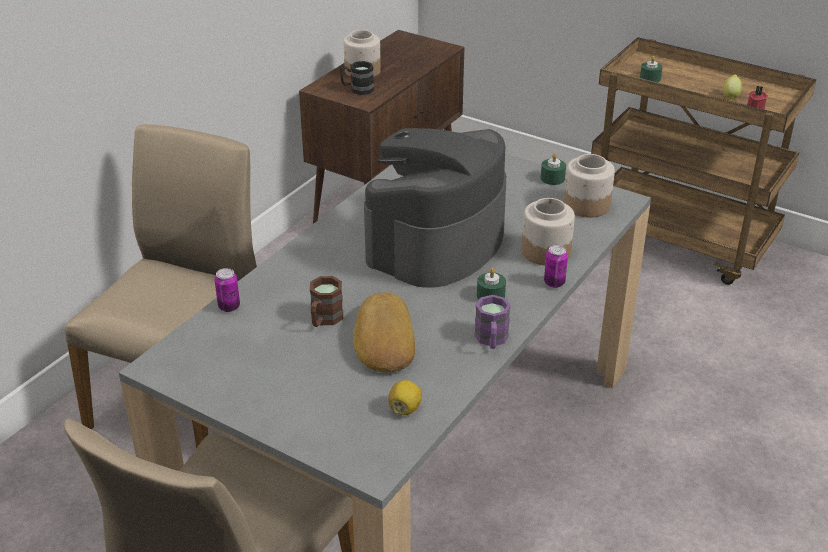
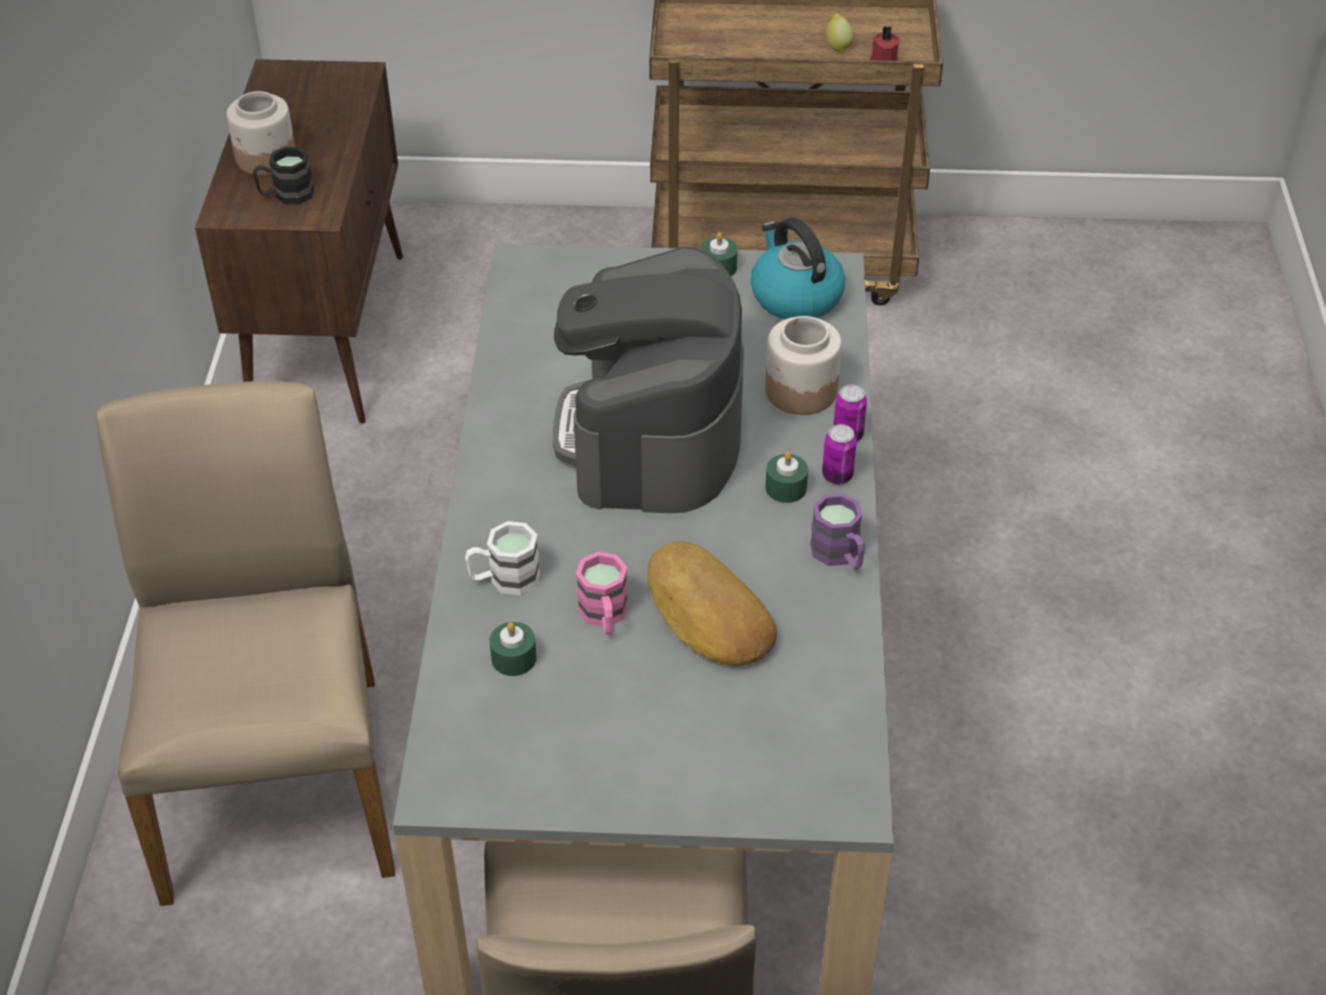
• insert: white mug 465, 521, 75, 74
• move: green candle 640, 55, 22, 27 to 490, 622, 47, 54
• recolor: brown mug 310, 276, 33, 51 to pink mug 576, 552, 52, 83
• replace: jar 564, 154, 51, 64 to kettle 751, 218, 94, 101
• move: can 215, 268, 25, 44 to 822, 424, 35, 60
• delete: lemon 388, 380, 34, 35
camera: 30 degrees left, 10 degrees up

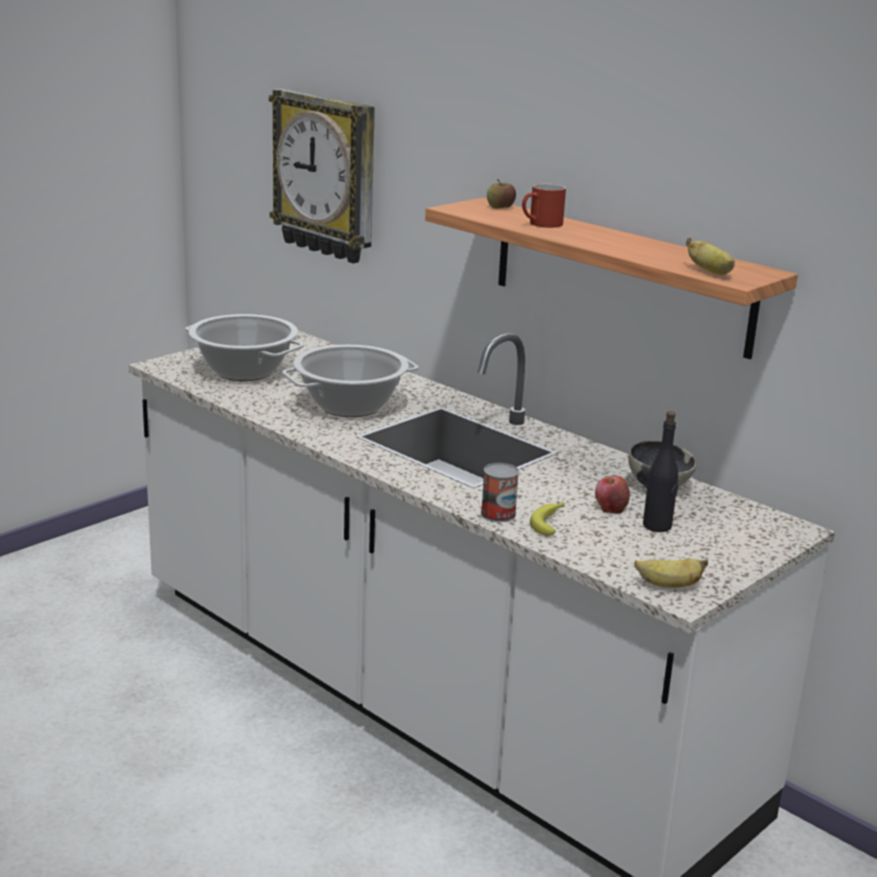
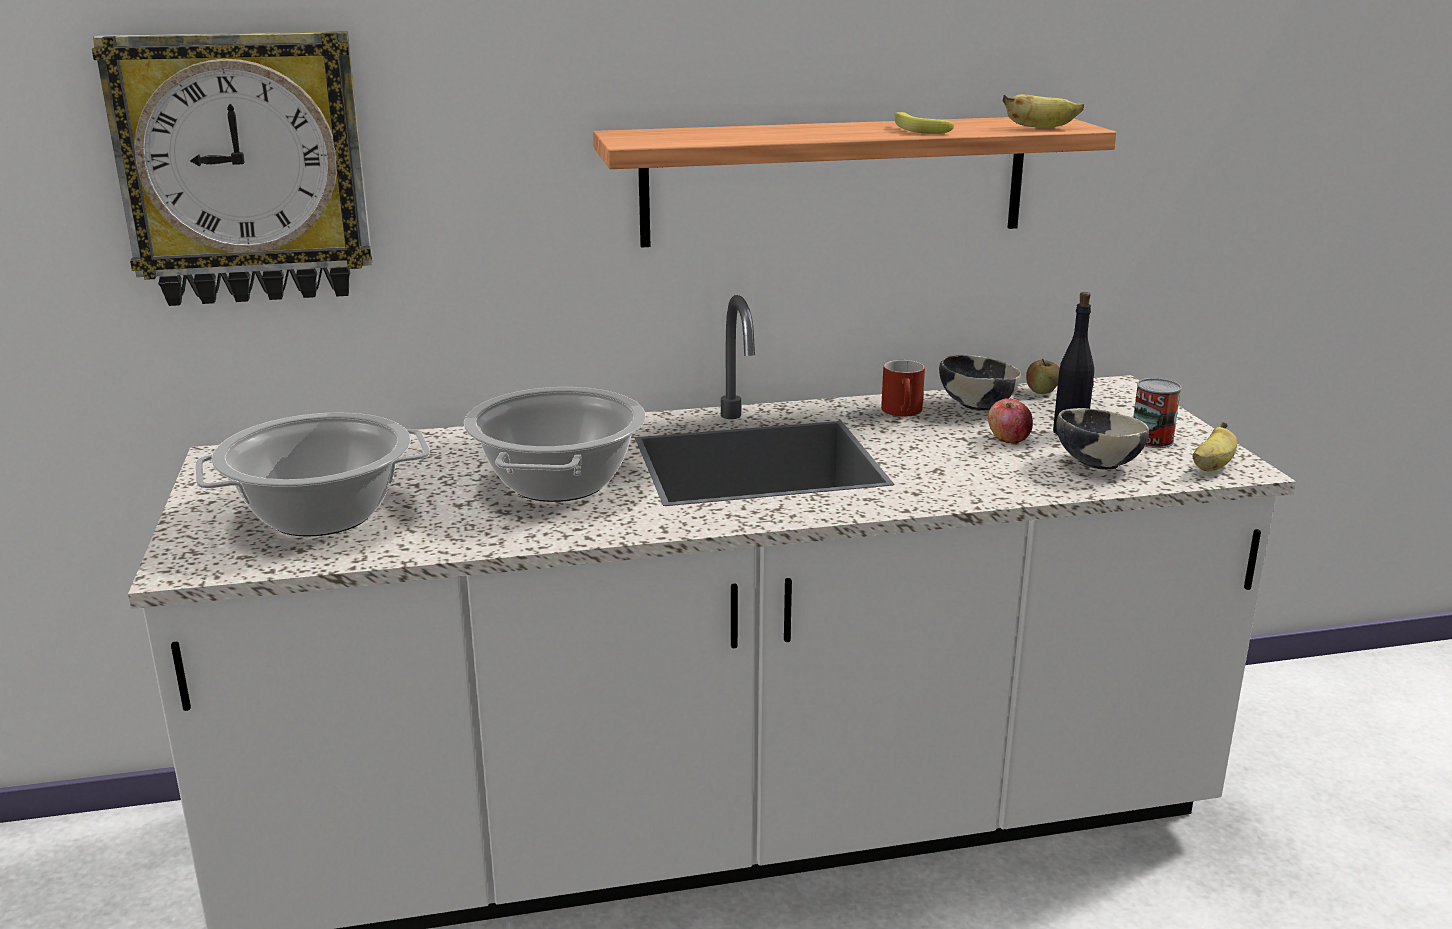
• move: red mug 522, 183, 44, 45 to 881, 360, 44, 57
• move: banana 530, 503, 35, 33 to 894, 112, 60, 22
• move: apple 487, 179, 29, 30 to 1026, 359, 34, 35
• insert: bowl 1057, 408, 92, 62
• move: can 481, 463, 38, 59 to 1133, 378, 49, 70
camera: 55 degrees left, 0 degrees up

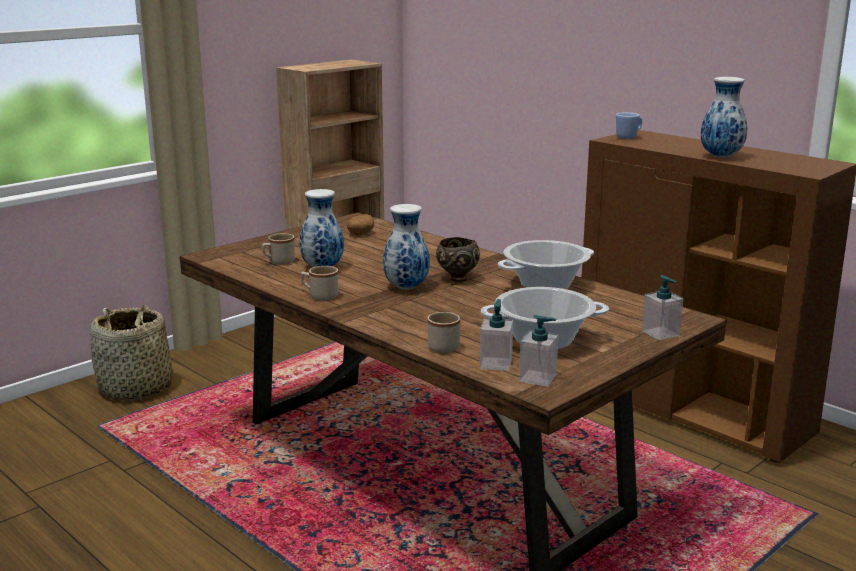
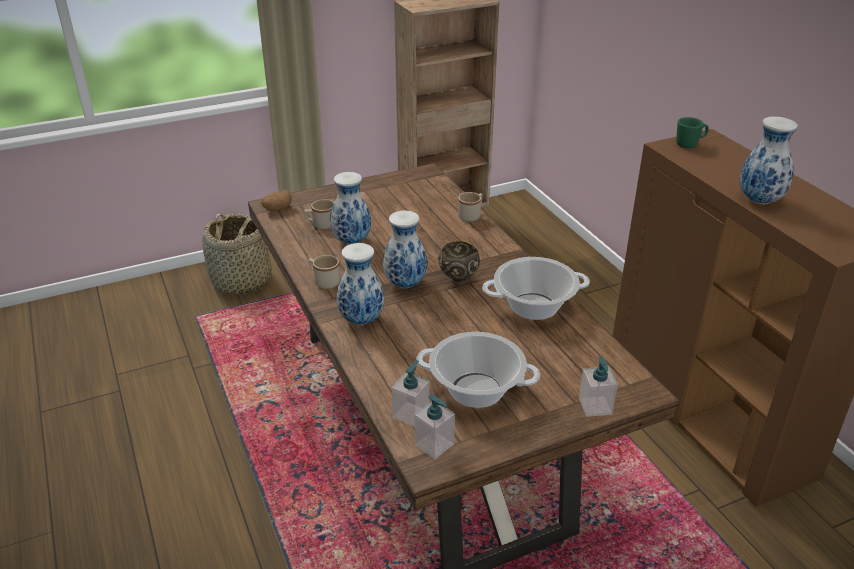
• move: potato 347, 214, 27, 21 to 261, 190, 31, 21
• insert: vase 337, 243, 47, 82
• move: beige mug 427, 312, 33, 41 to 458, 192, 24, 30
• recolor: blue mug 616, 112, 26, 27 to green mug 676, 117, 33, 31
camera: 20 degrees right, 15 degrees up

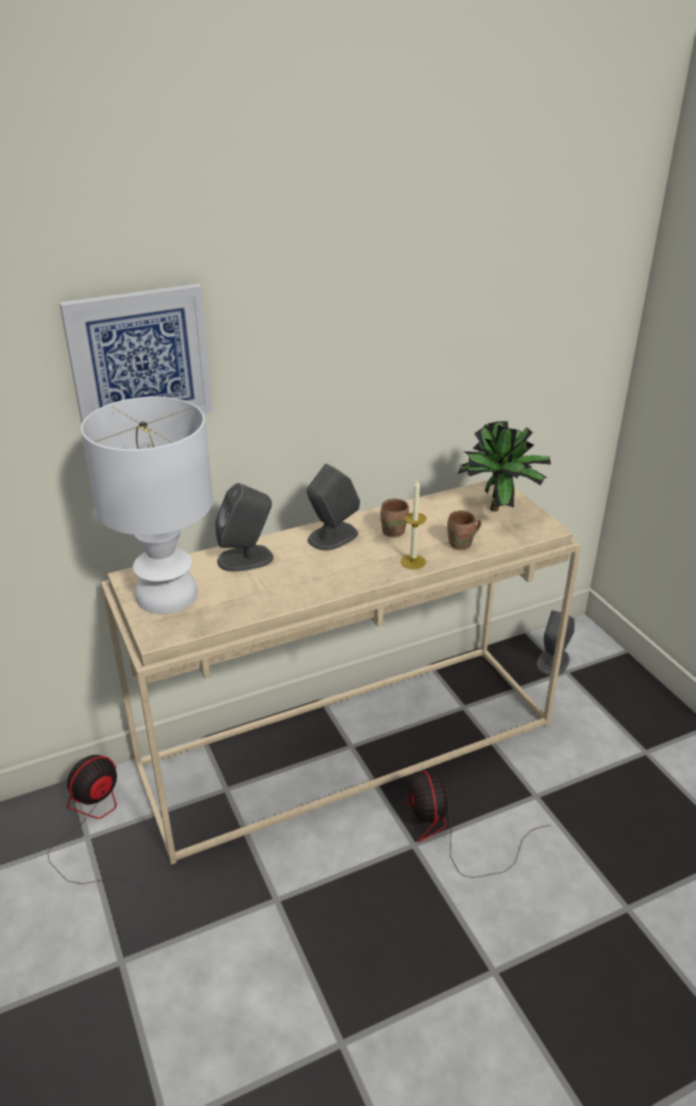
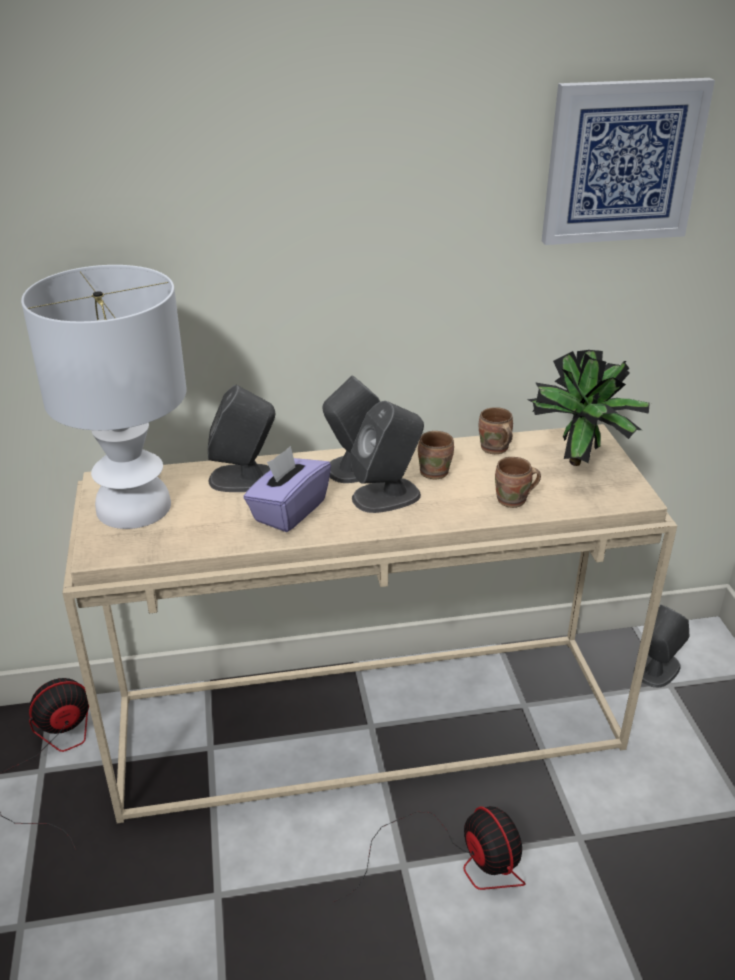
• insert: purple tissue box 243, 446, 88, 86
• rotate: fan 405, 770, 145, 108 = 333, 806, 192, 96 150 degrees clockwise
• insert: grey speaker 351, 401, 73, 112
• insert: brown mug 479, 407, 34, 47
• move: picture 59, 283, 154, 140 to 542, 78, 173, 167
• delete: candle 401, 480, 26, 89
camera: 15 degrees right, 0 degrees up

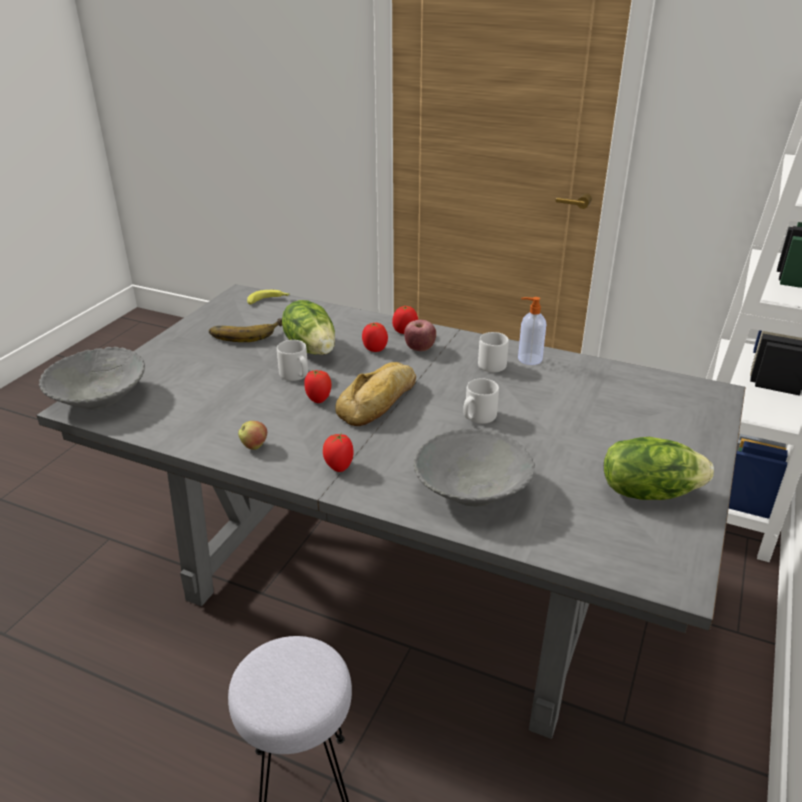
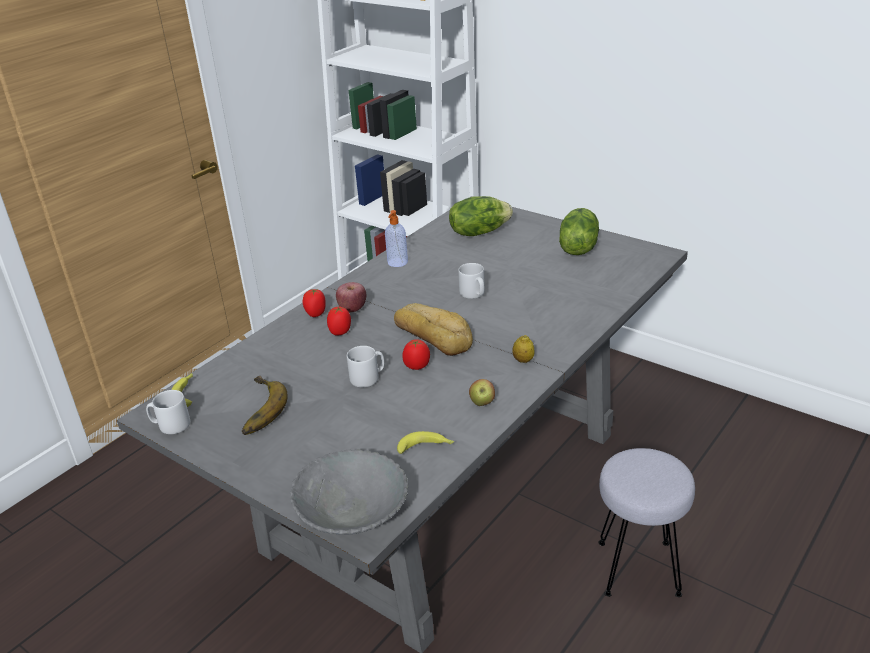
• move: grey mug 478, 332, 31, 40 to 146, 390, 44, 44
• insert: banana 397, 431, 57, 23
• move: lettuce 282, 300, 53, 55 to 449, 196, 64, 40
• replace: tomato 323, 433, 30, 39 to lemon 512, 335, 22, 28
• delete: grey bowl 413, 428, 122, 78
camera: 75 degrees left, 0 degrees up

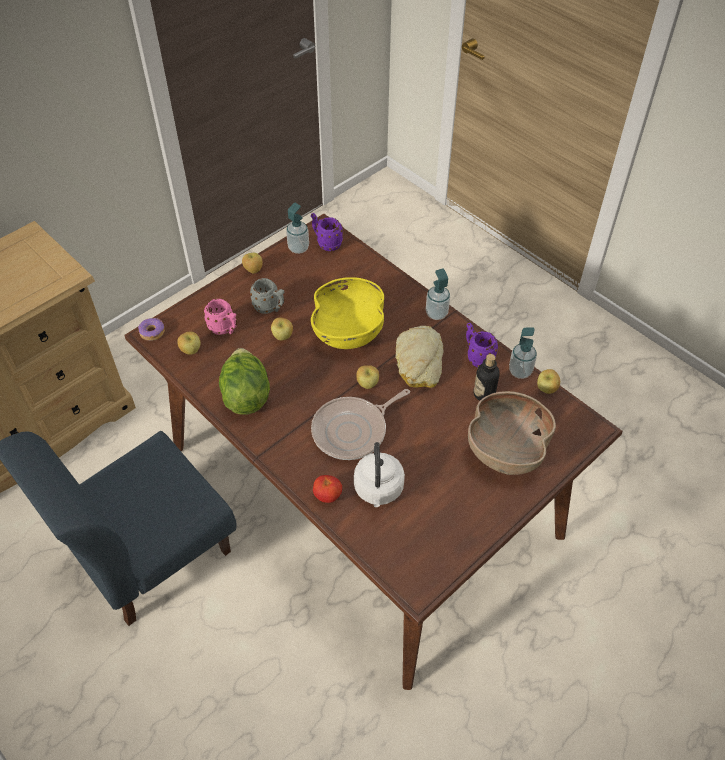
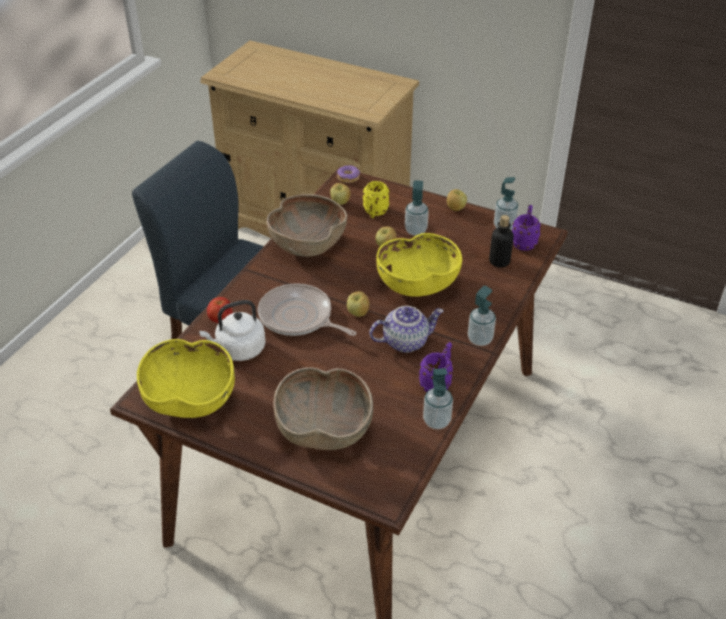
• insert: yellow bowl 137, 339, 98, 79
• replace: lettuce 219, 348, 51, 67 to brown bowl 266, 194, 81, 63
• recolor: pink mug 203, 299, 34, 36 to yellow mug 363, 181, 27, 37
• replace: bread 396, 326, 48, 62 to teapot 369, 306, 75, 47
• replace: grey mug 250, 278, 34, 36 to soap dispenser 405, 180, 24, 56
• move: bottle 474, 354, 26, 46 to 489, 215, 25, 53
• delete: apple 537, 369, 23, 25
camera: 70 degrees right, 10 degrees down

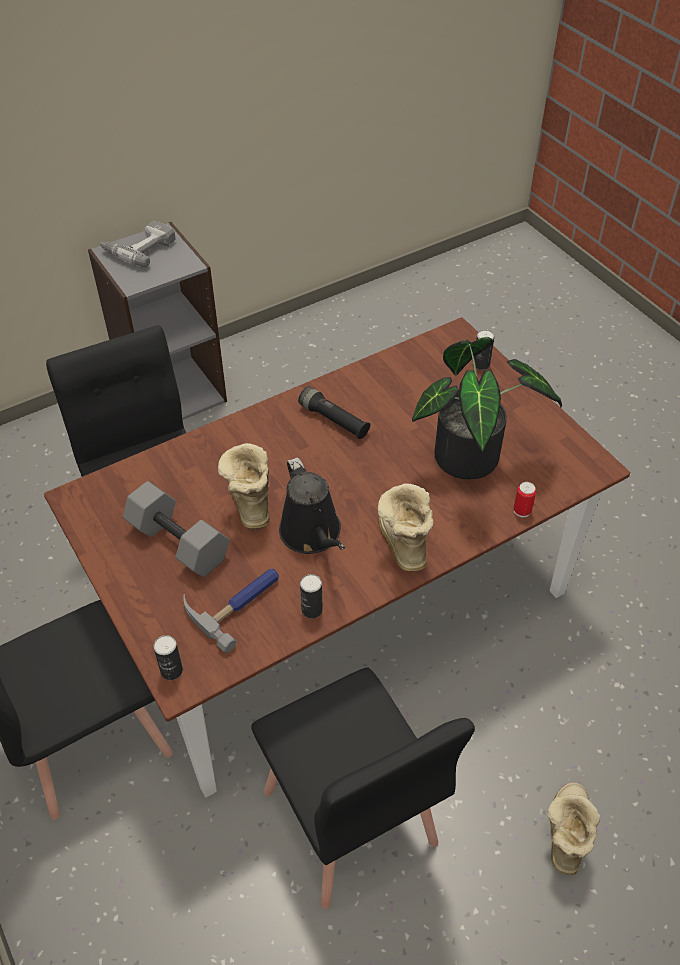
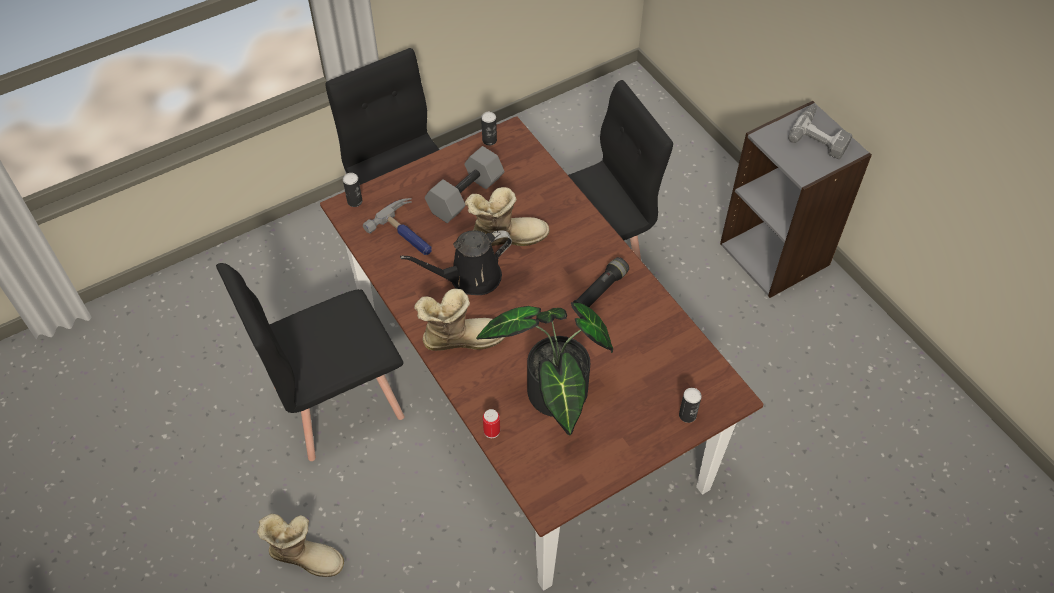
• move: can 300, 574, 23, 45 to 481, 112, 16, 33
camera: 90 degrees right, 5 degrees up

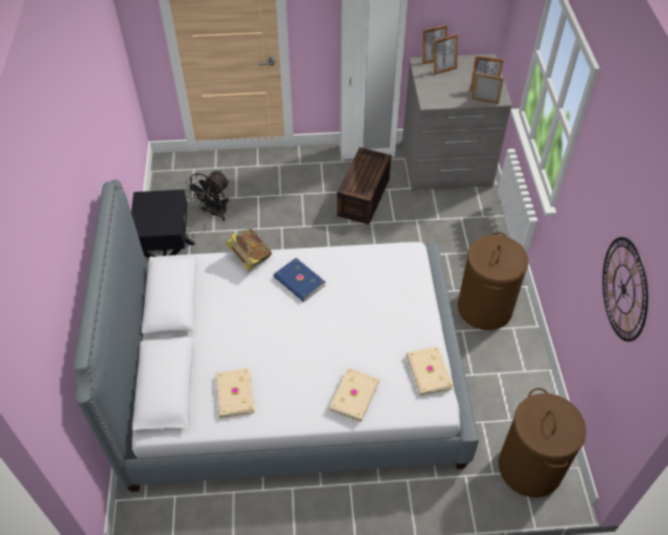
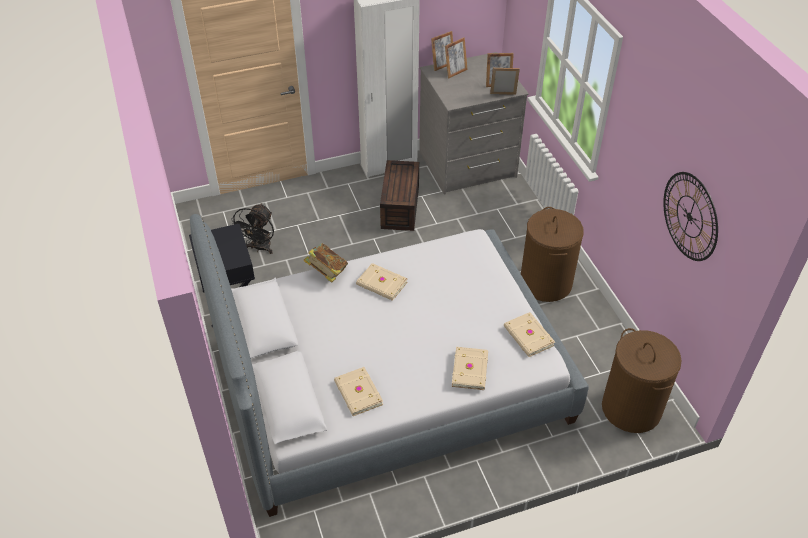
• recolor: blue book 273, 258, 53, 44 to beige book 356, 263, 52, 38
camera: 15 degrees left, 5 degrees down

